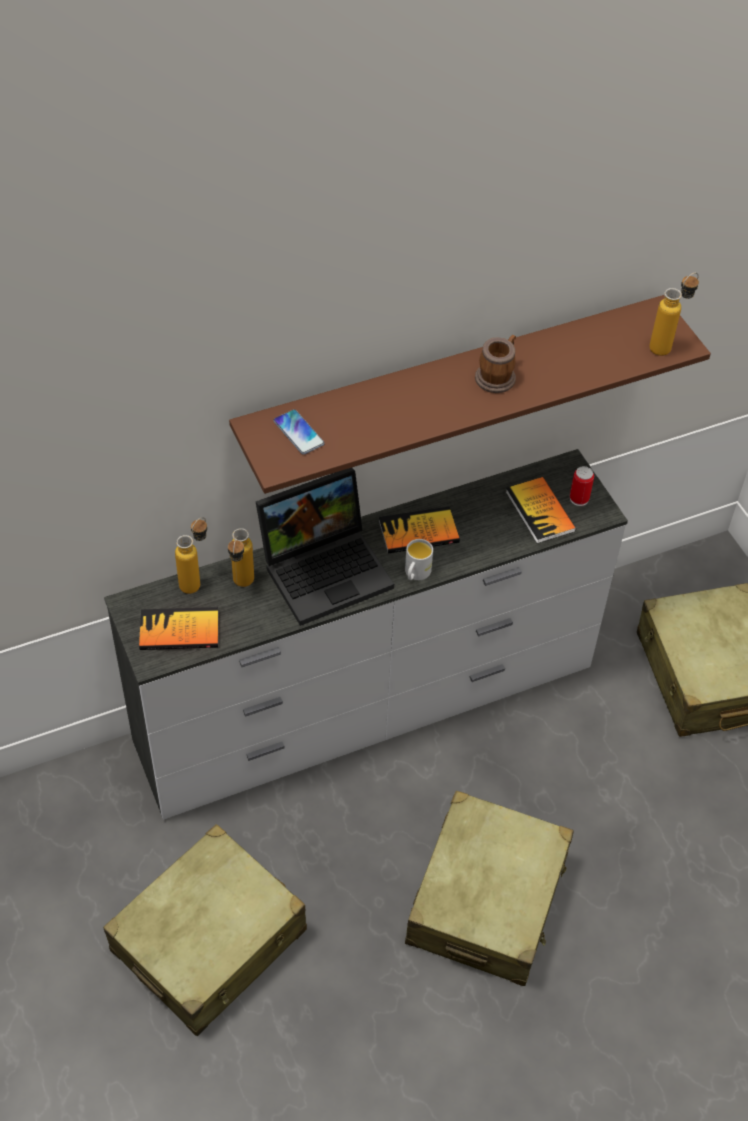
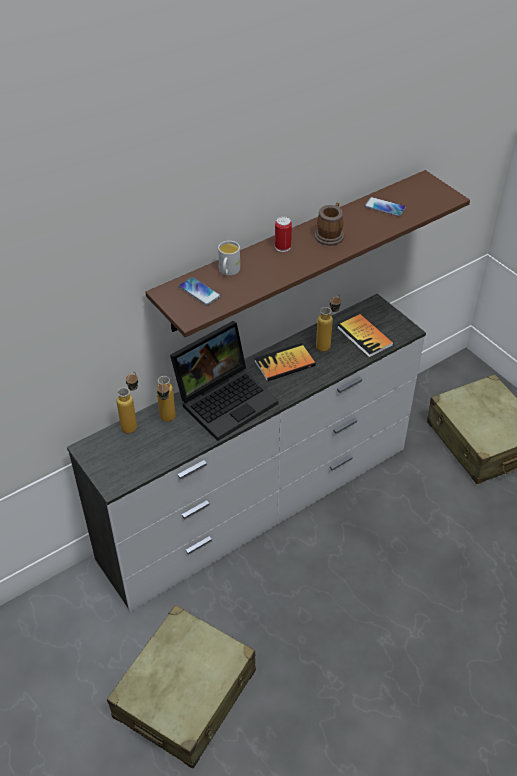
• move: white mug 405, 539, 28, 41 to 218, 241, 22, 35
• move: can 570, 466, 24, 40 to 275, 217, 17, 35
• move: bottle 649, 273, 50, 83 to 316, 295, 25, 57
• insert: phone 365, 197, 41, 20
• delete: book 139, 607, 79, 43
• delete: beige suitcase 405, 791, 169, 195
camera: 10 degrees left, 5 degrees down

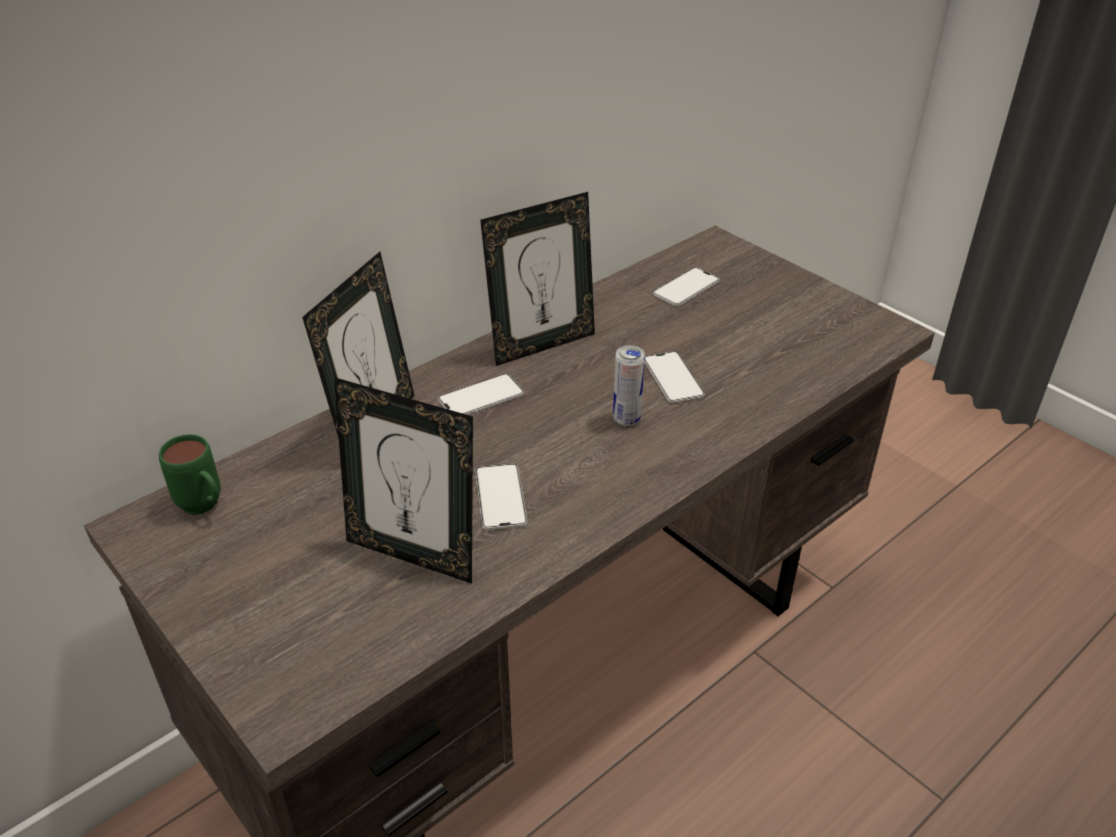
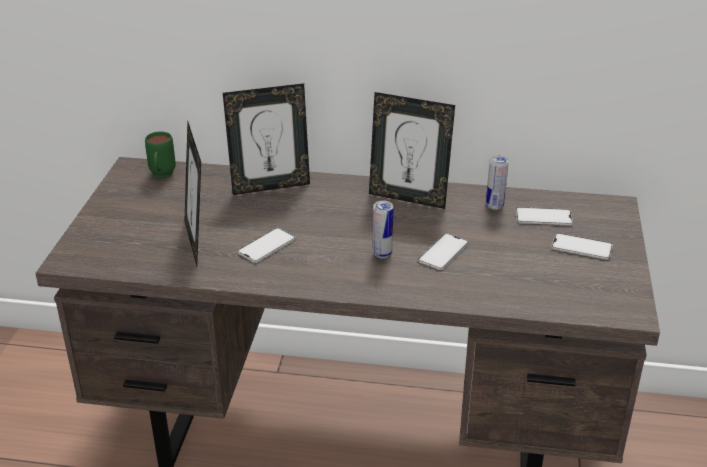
• insert: can 486, 155, 23, 55
• move: phone 438, 374, 86, 41 to 551, 233, 62, 27
camera: 50 degrees right, 5 degrees down

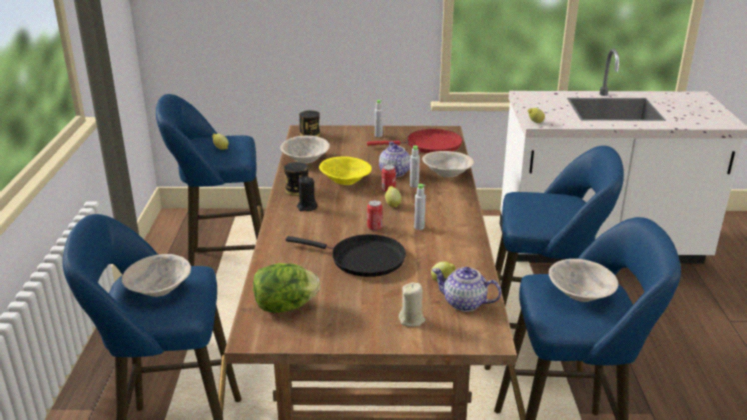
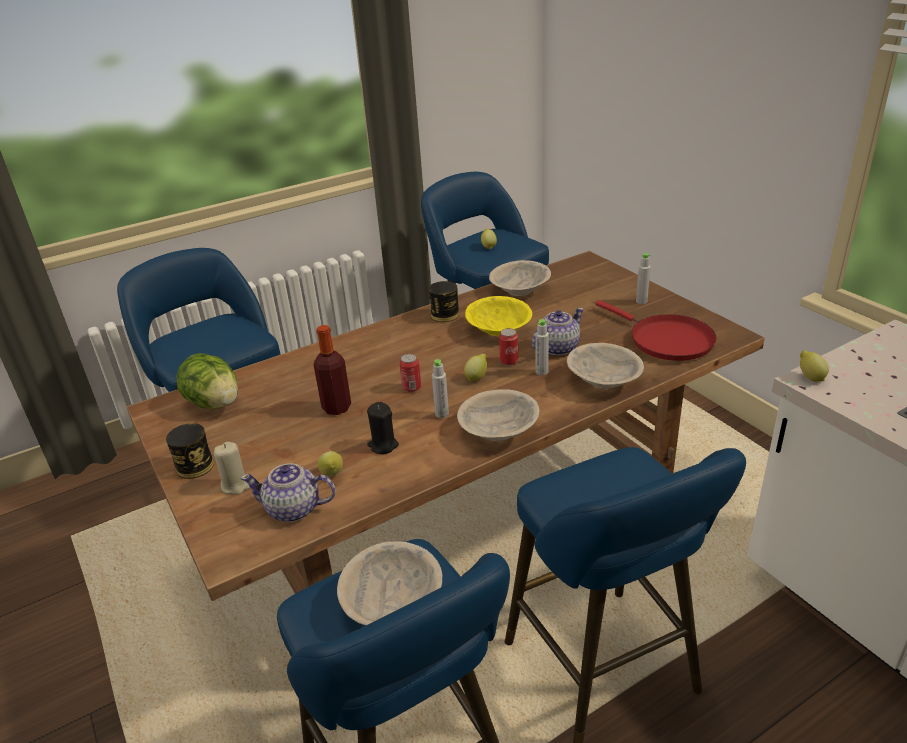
• move: can 299, 110, 22, 27 to 166, 423, 48, 56
• rotate: teapot 432, 267, 69, 44 = 240, 463, 96, 59 75 degrees counterclockwise
• replace: black frying pan 285, 234, 121, 43 to bottle 314, 325, 37, 90
• move: black candle 297, 176, 21, 35 to 367, 402, 32, 52
• move: beige bowl 122, 254, 69, 43 to 457, 389, 82, 52
camera: 60 degrees right, 5 degrees up

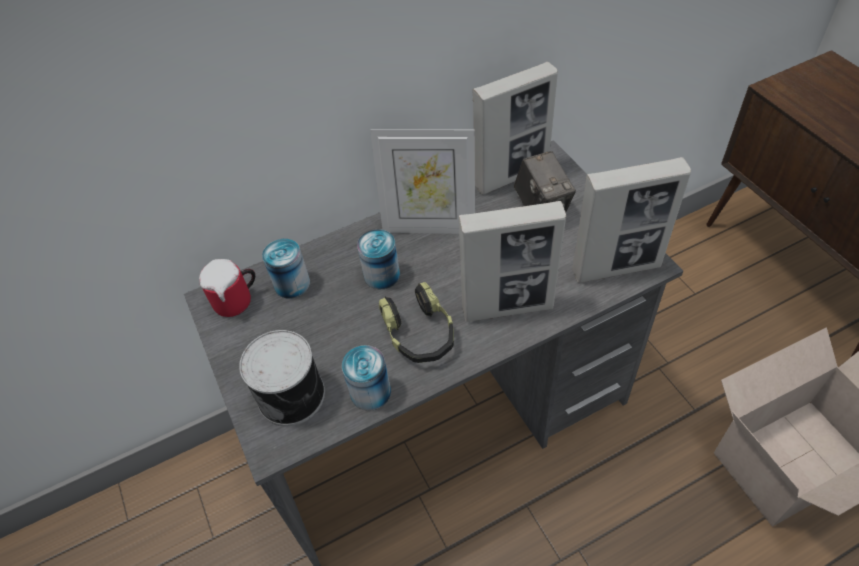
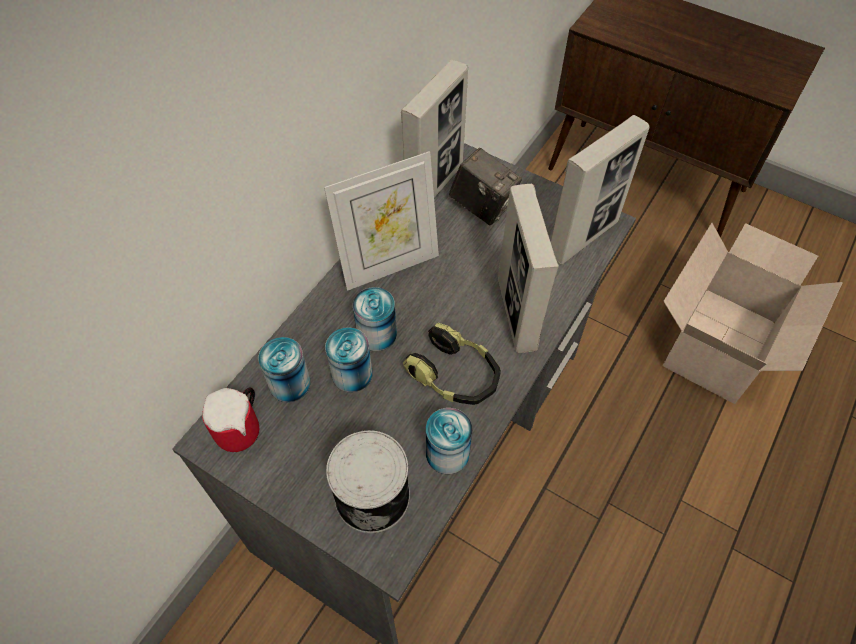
• insert: can 325, 327, 48, 65
• rotate: picture frame 459, 201, 107, 121 = 498, 184, 61, 169 120 degrees clockwise
camera: 35 degrees left, 5 degrees up

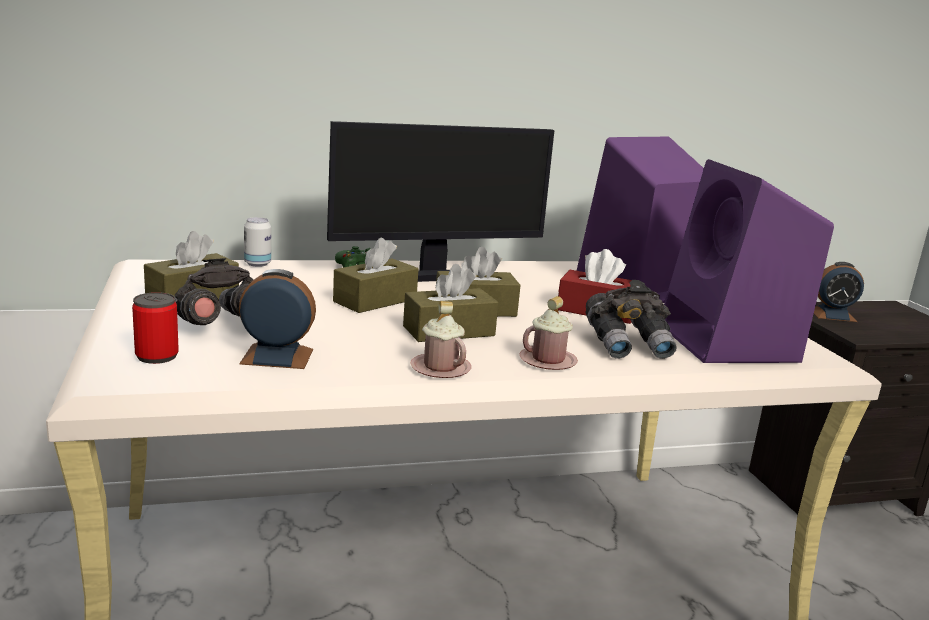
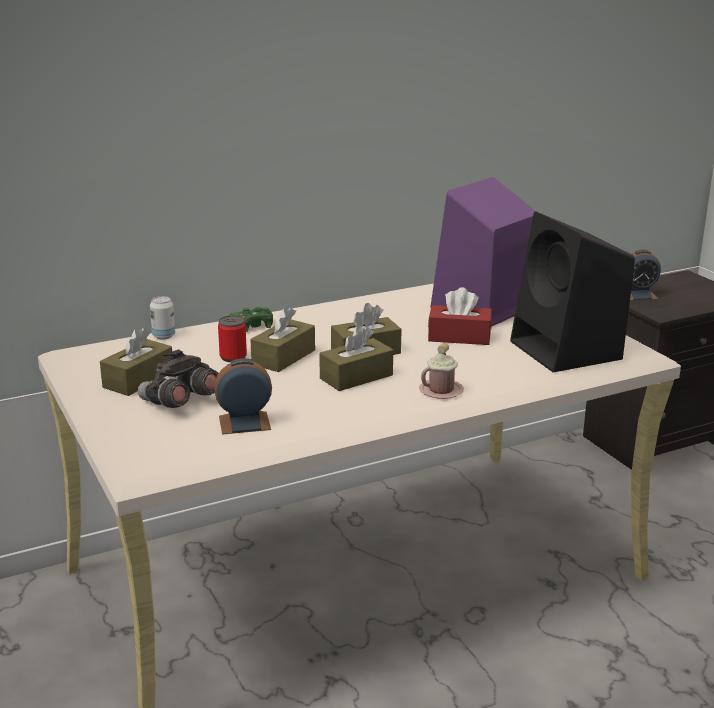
• move: can 132, 292, 47, 72 to 218, 316, 29, 46
• recolor: purple speaker 664, 159, 170, 204 to black speaker 510, 211, 125, 161
• delete: monitor 327, 121, 227, 161
• delete: pink mug 410, 301, 61, 77
• delete: grey binoculars 585, 280, 92, 79
camera: 10 degrees left, 5 degrees up

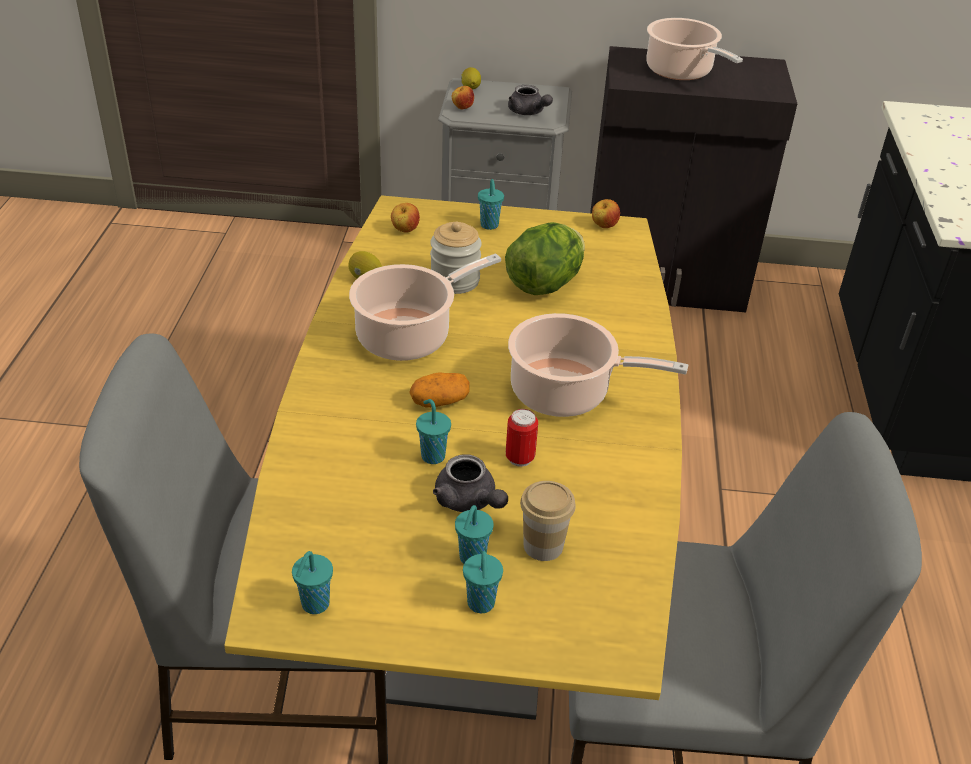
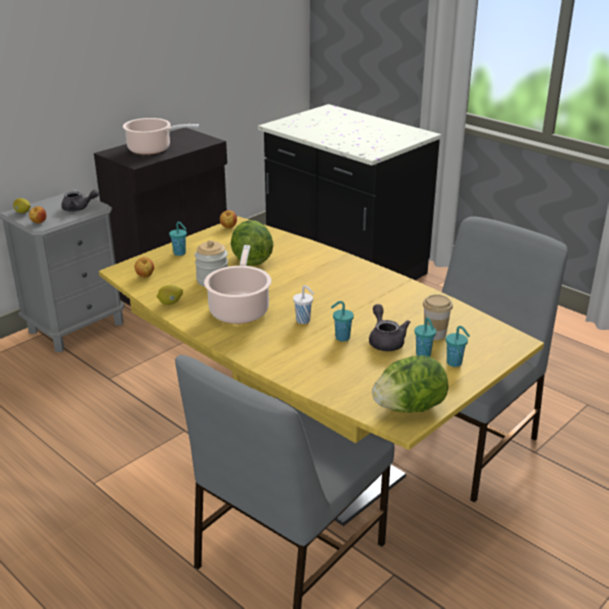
• replace: potato 409, 372, 61, 36 to white cup 293, 285, 21, 39
• rotate: grey teapot 433, 454, 75, 58 = 369, 304, 41, 47 105 degrees counterclockwise
• replace: turquoise cup 292, 551, 41, 63 to lettuce 372, 355, 76, 58
• delete: can 506, 409, 32, 58
• delete: cooking pot 508, 313, 180, 104
camera: 50 degrees left, 10 degrees down

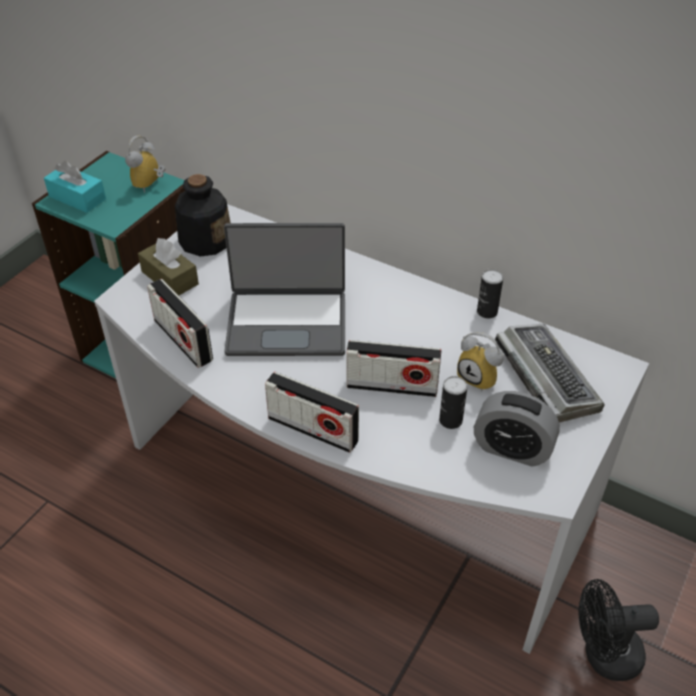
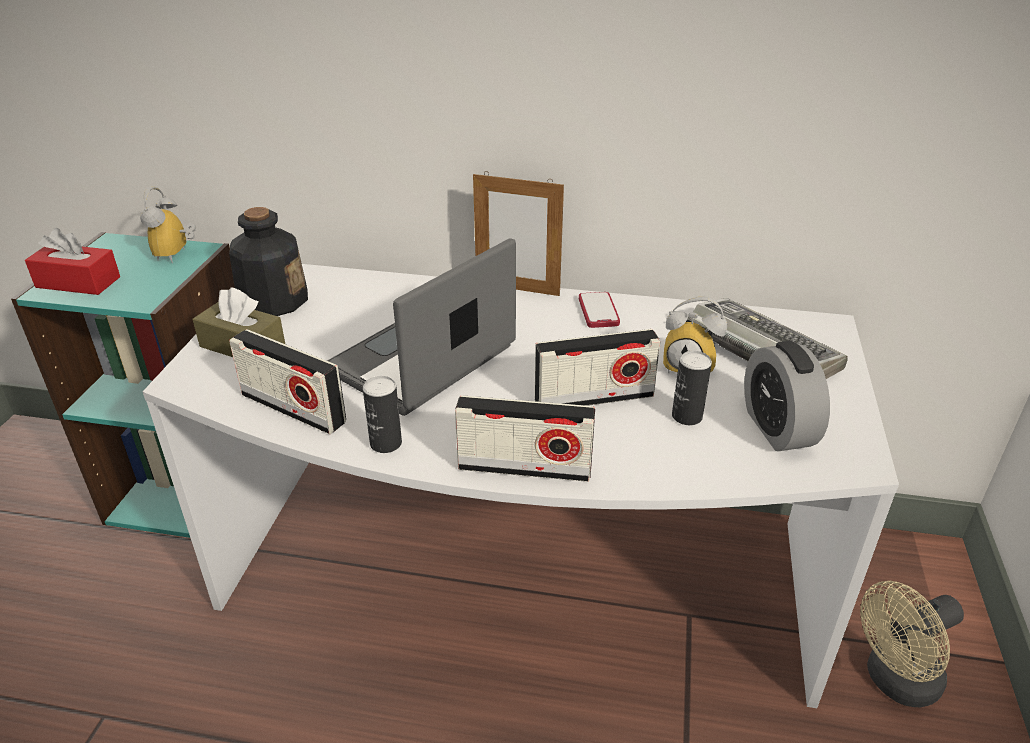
• recolor: turquoise tissue box 44, 161, 62, 52 to red tissue box 25, 228, 95, 67
• rotate: laptop 224, 223, 121, 133 = 327, 238, 189, 178 150 degrees clockwise
• move: can 477, 269, 26, 50 to 363, 376, 39, 77
• insert: picture frame 473, 171, 91, 125
• insert: phone 579, 292, 41, 36
• rotate: alarm clock 474, 391, 86, 76 = 744, 341, 86, 110 75 degrees clockwise
• recolor: black fan 579, 579, 80, 102 to beige fan 860, 581, 104, 127
camera: 20 degrees left, 10 degrees down

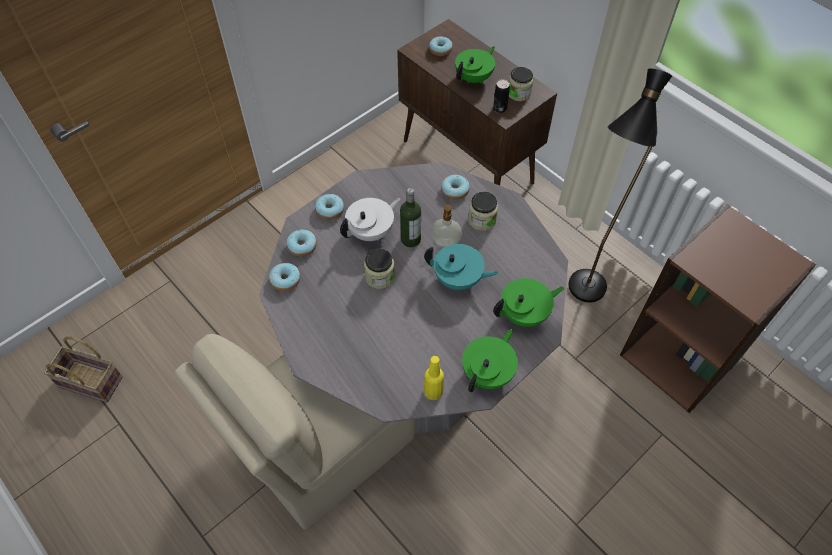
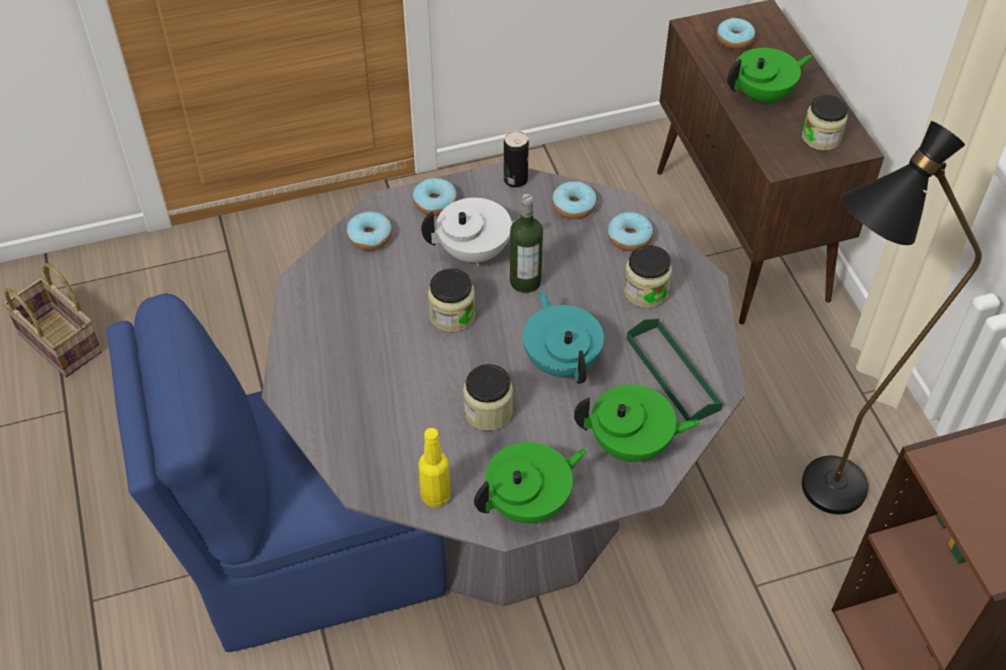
• recolor: beige chair 174, 334, 242, 195 to blue chair 106, 293, 341, 359
• insert: jar 463, 364, 50, 67
• move: can 493, 79, 17, 34 to 504, 131, 25, 56
• rotate: turquoise teapot 424, 244, 75, 46 = 523, 290, 81, 94 150 degrees counterclockwise
• move: donut 269, 263, 31, 28 to 552, 182, 45, 37
• insert: green tray 627, 318, 96, 103
• delete: soap dispenser 431, 204, 31, 43
camera: 25 degrees right, 5 degrees down

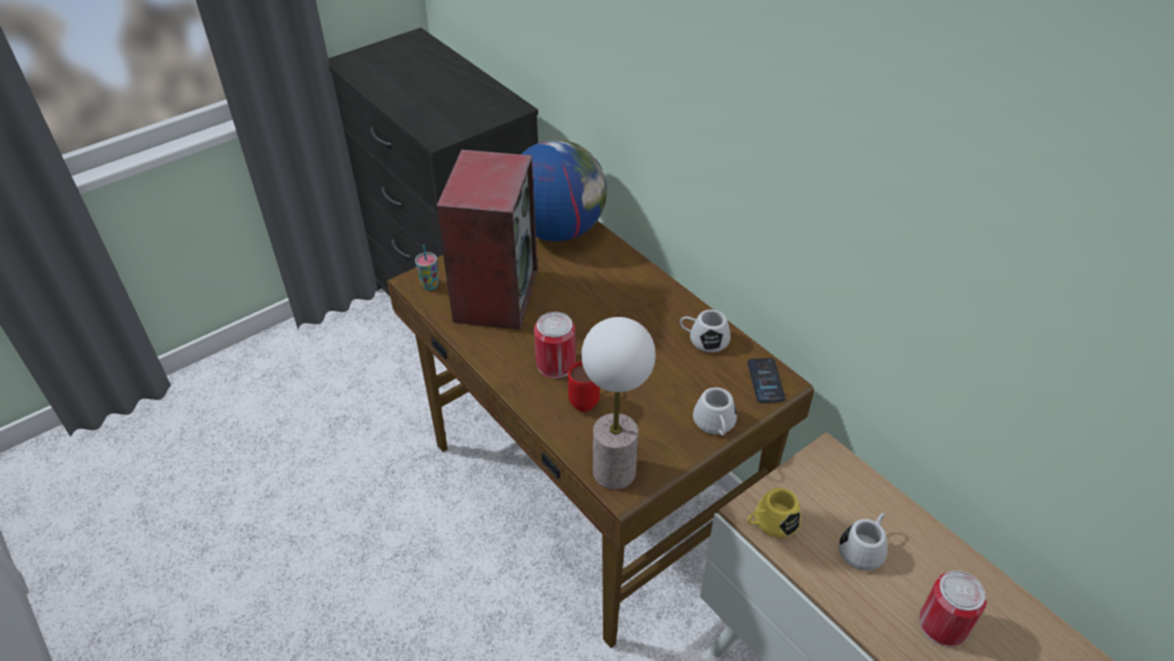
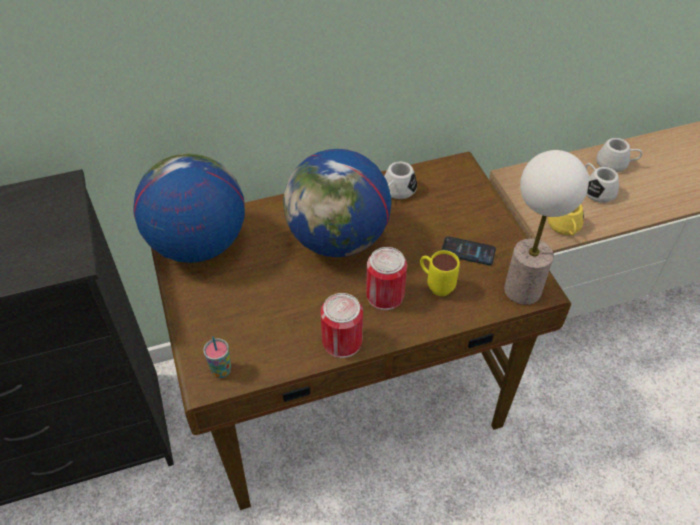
• insert: globe 283, 149, 108, 108
• move: can 919, 571, 68, 76 to 321, 293, 42, 65
• recolor: red mug 568, 361, 32, 51 to yellow mug 420, 250, 40, 46
• move: phone 748, 358, 37, 45 to 441, 236, 55, 29
• move: white mug 693, 387, 44, 49 to 596, 138, 46, 34
• delete: speaker 436, 149, 102, 181
camera: 70 degrees left, 5 degrees up

